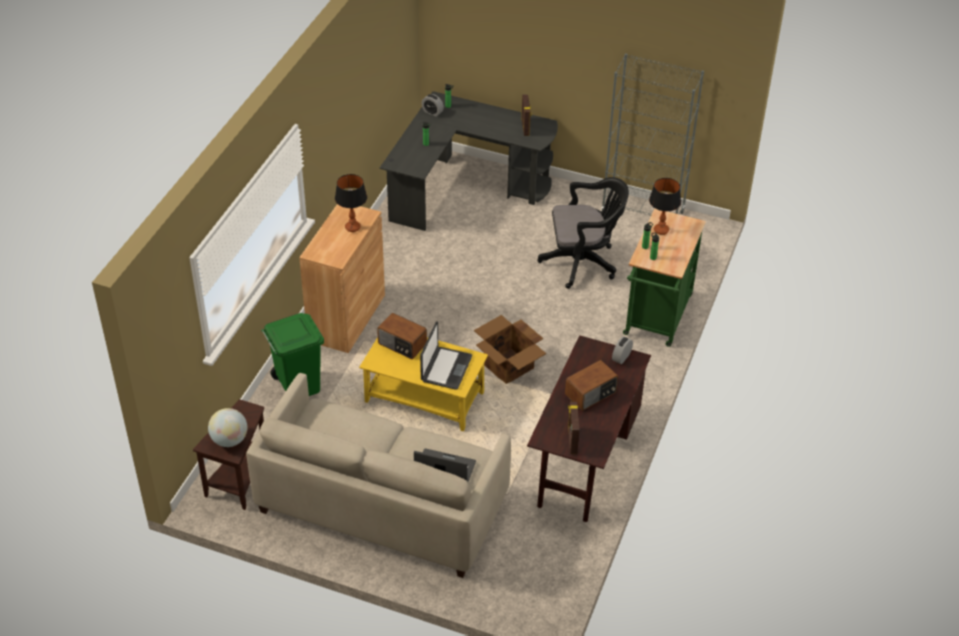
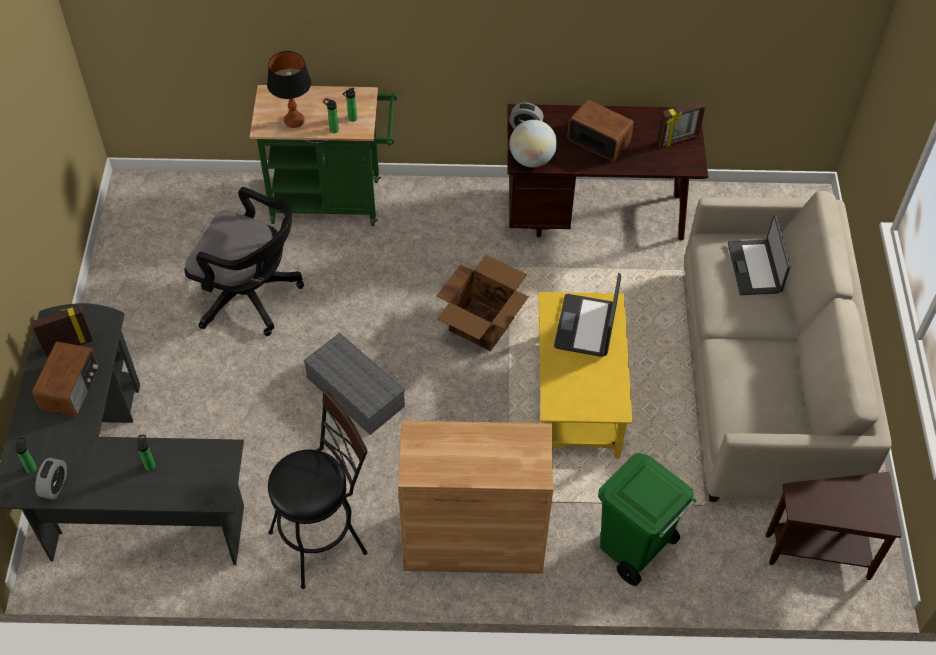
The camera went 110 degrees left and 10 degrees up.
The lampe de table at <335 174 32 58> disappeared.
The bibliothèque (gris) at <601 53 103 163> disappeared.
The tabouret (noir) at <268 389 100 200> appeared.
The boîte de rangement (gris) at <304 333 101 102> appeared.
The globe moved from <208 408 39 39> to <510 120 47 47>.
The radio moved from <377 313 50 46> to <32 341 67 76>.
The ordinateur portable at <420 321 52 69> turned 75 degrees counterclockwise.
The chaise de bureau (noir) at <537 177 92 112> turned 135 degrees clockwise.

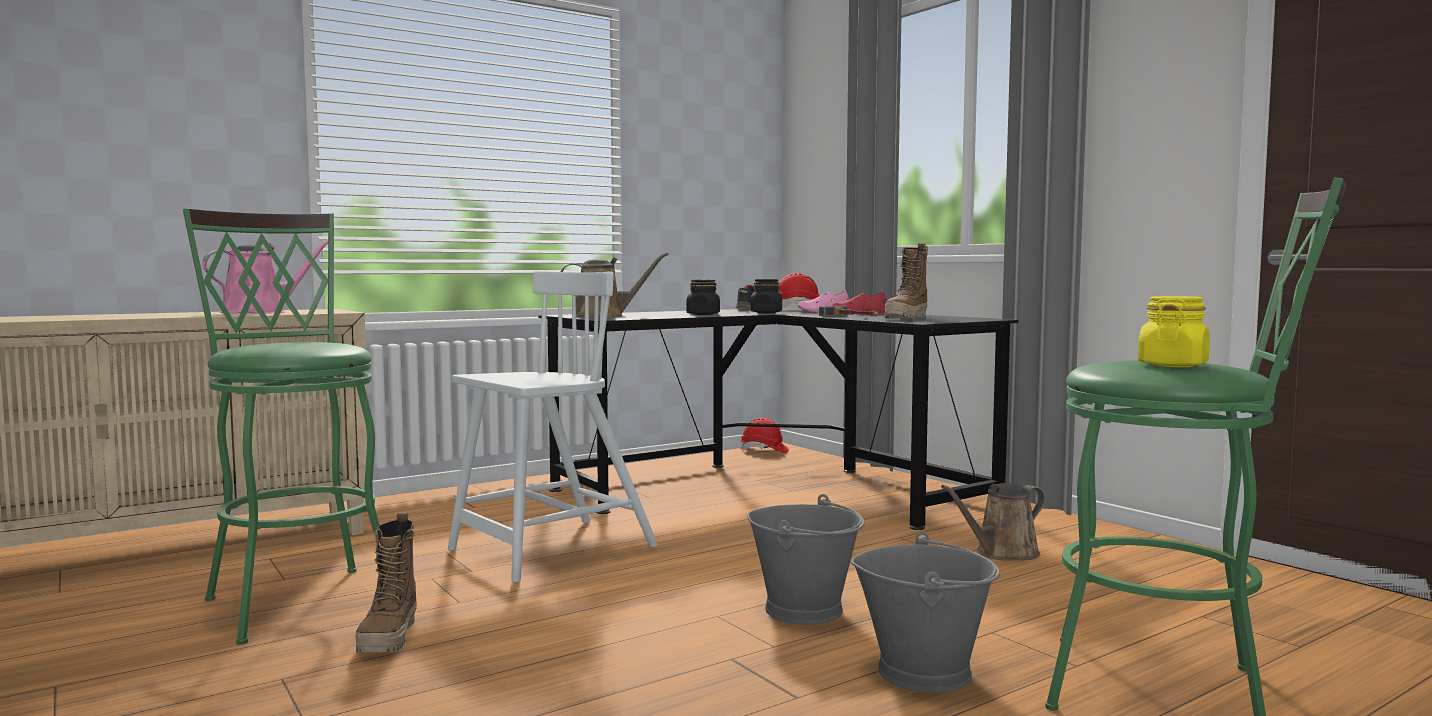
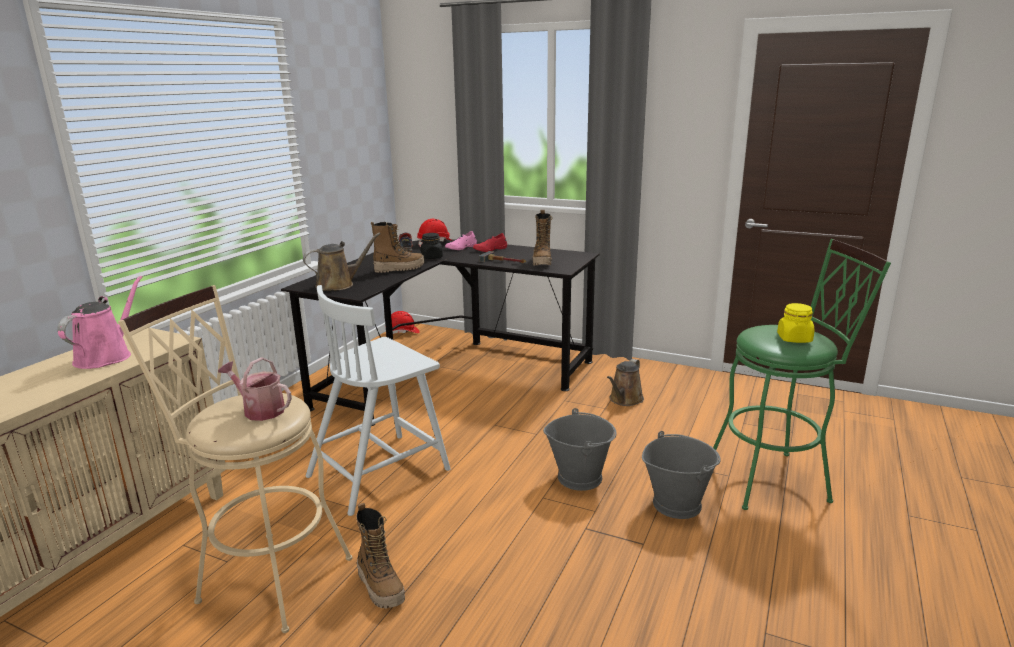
The camera went 30 degrees left and 15 degrees up.
The arrosoir at <218 357 74 64> appeared.
The bocal (noir) at <686 280 34 35> was replaced by the botte at <371 222 53 51>.
The tabouret (vert) at <183 208 197 437> became the tabouret (beige) at <118 285 234 348>.
The chaise (blanc) at <448 271 210 312> turned 150 degrees counterclockwise.

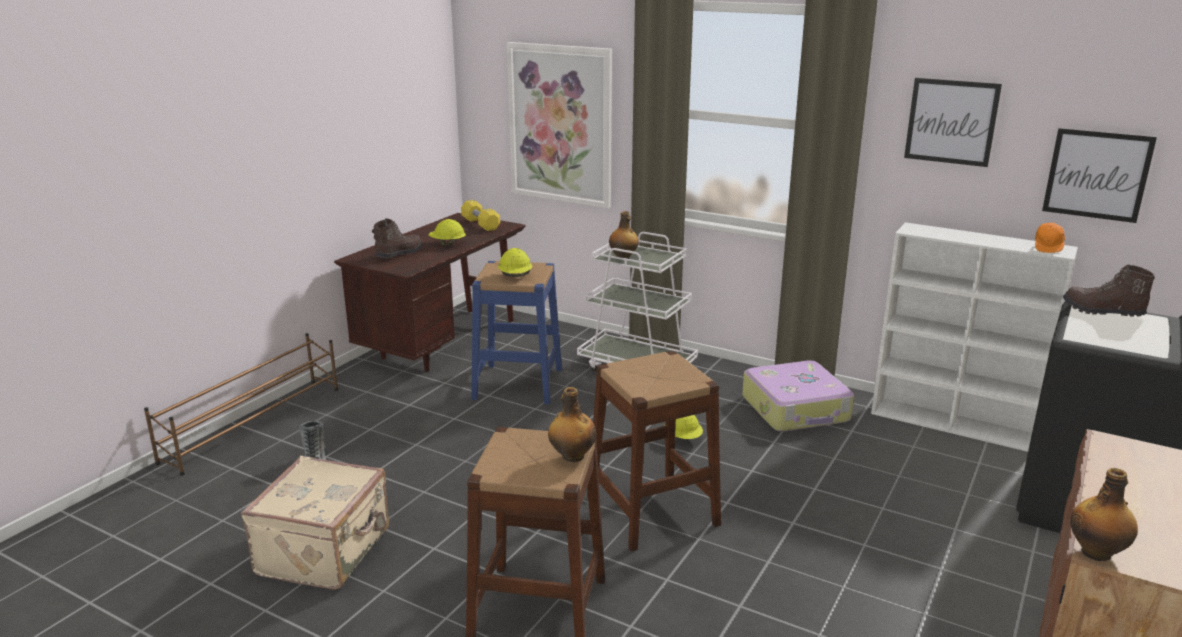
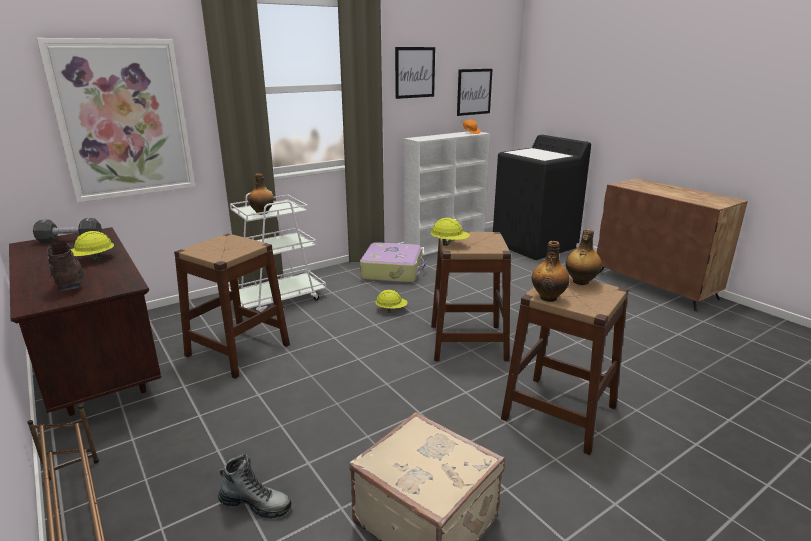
The camera went 65 degrees left and 0 degrees up.
The botte (marron) at <1063 264 92 53> disappeared.
The casque de chantier (jaune) moved from <498 248 34 29> to <430 218 40 28>.
The bouteille moved from <1070 468 68 93> to <532 241 38 61>.
The haltère (jaune) at <461 200 39 31> became the haltère (noir) at <33 218 69 25>.
The tabouret (bleu) at <471 261 91 143> became the tabouret (marron) at <174 233 116 146>.

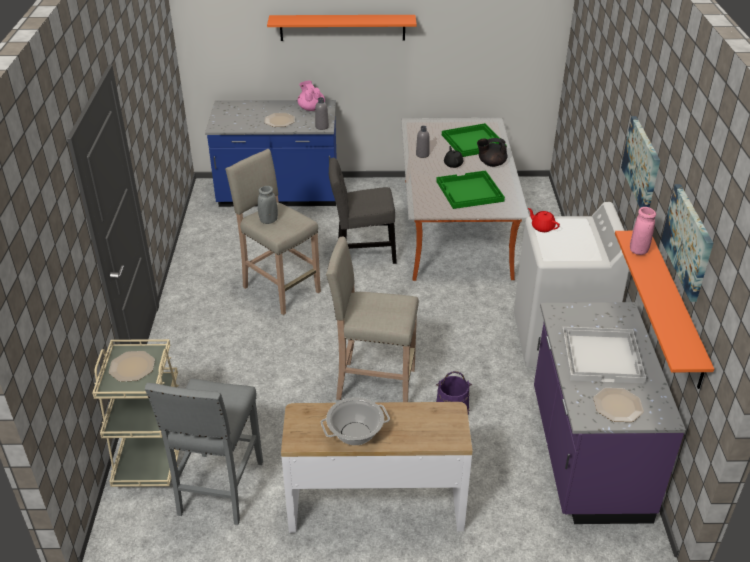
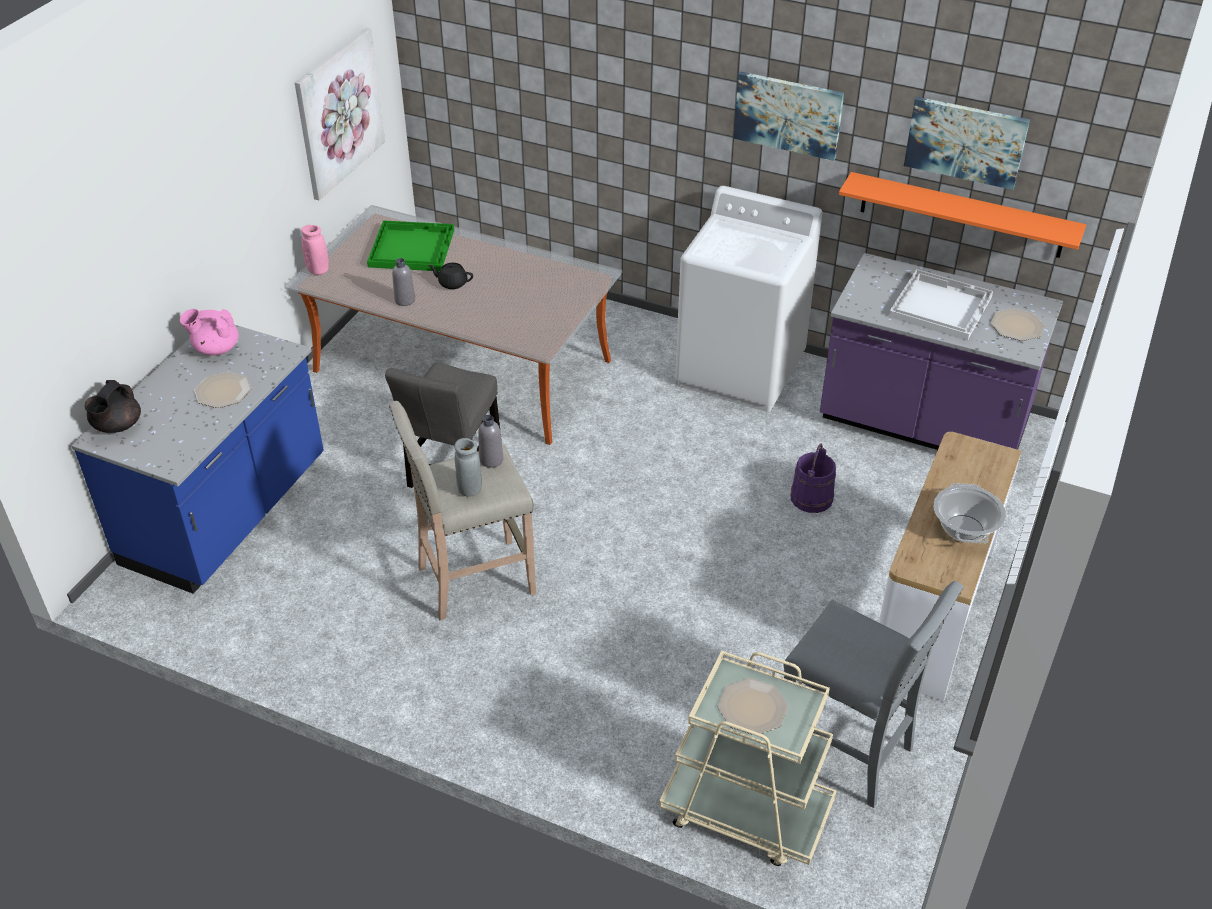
The camera went 65 degrees left and 5 degrees up.
The étagère (orange) at <267 15 150 26> disappeared.
The tabouret (beige) at <326 236 93 166> disappeared.
The plateau (vert) at <436 170 69 39> disappeared.
The théière (rouge) at <528 208 32 24> disappeared.
The tableau at <295 28 90 172> appeared.
The bouteille (gris) moved from <315 97 14 33> to <478 415 25 53>.
The théière (noir) moved from <477 138 30 29> to <85 380 56 53>.
The vase (rose) moved from <630 207 26 48> to <301 225 28 50>.

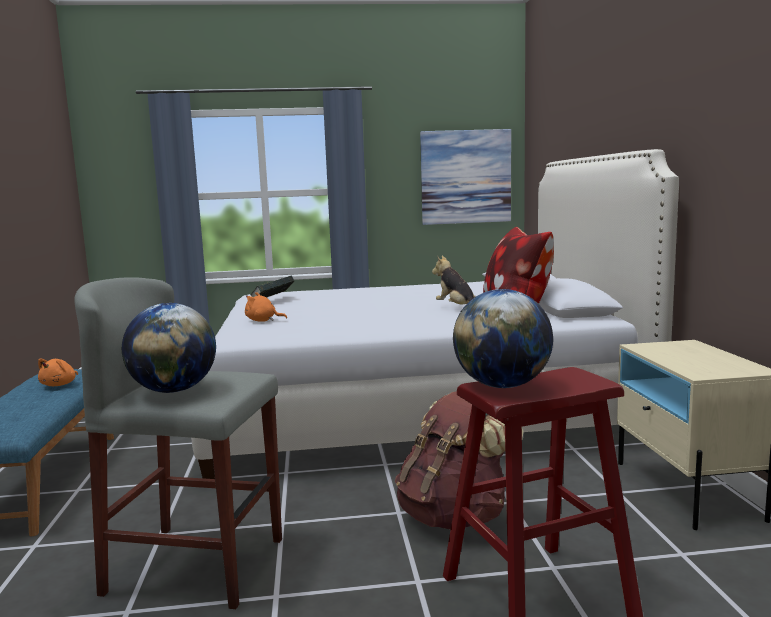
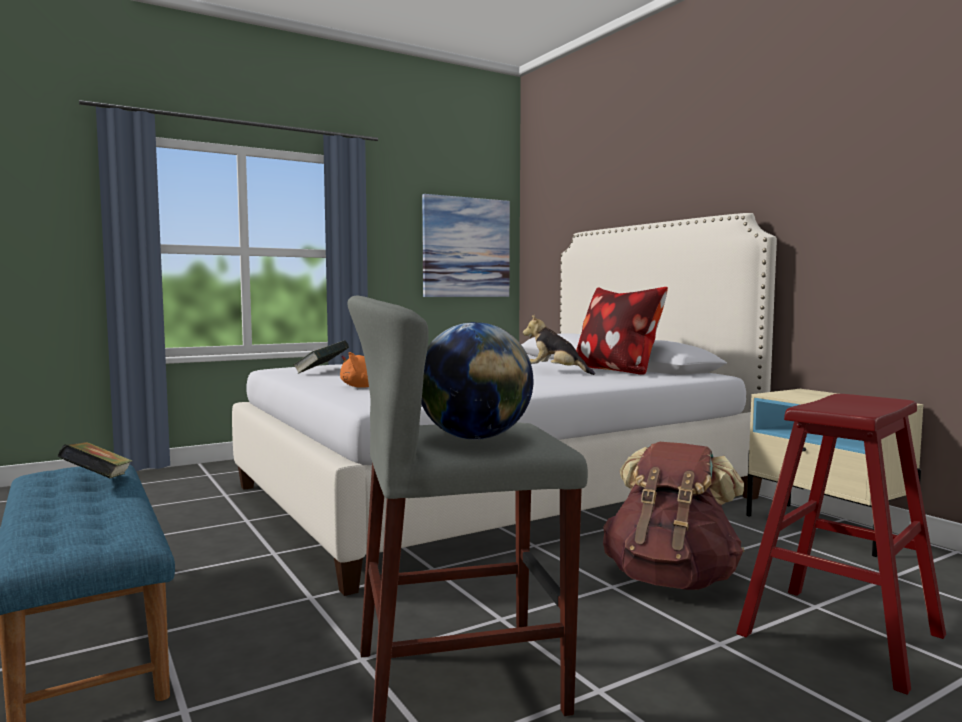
The camera went 25 degrees left and 5 degrees down.
The globe at <453 289 100 99> disappeared.
The peluche (orange) at <38 358 40 28> was replaced by the livre at <58 442 74 36>.

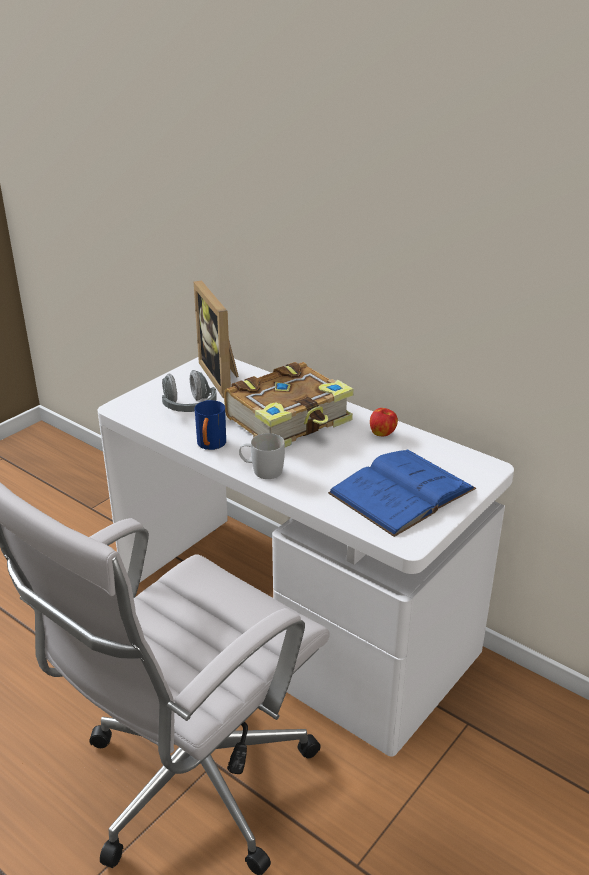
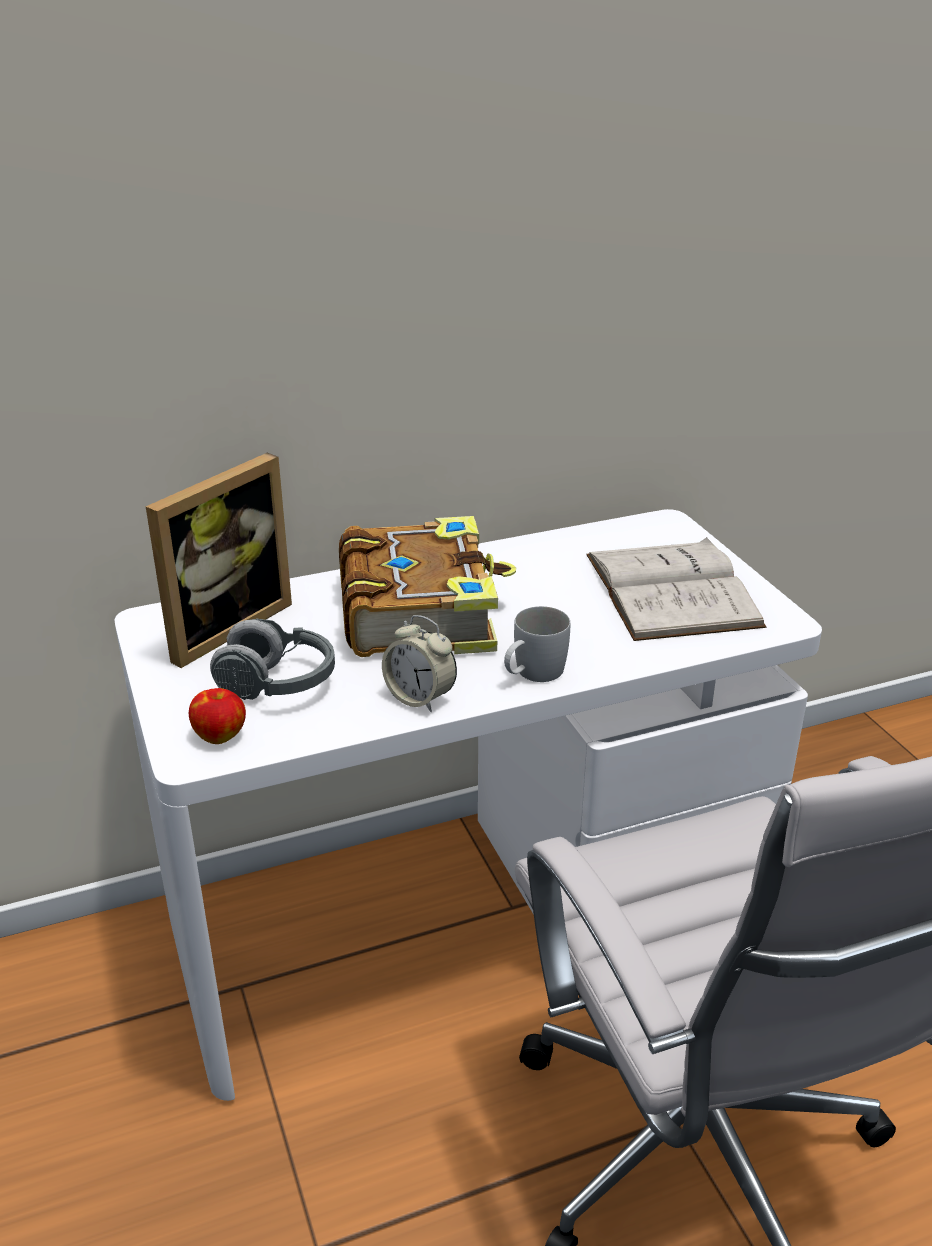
The camera went 60 degrees left and 0 degrees up.
The pomme moved from <370 408 28 28> to <189 688 57 56>.
The mug (bleu) at <195 400 31 50> was replaced by the réveil at <382 615 75 97>.
The livre (bleu) at <328 449 148 88> became the livre (blanc) at <586 537 180 104>.
The cadre photo at <194 280 45 118> turned 60 degrees counterclockwise.

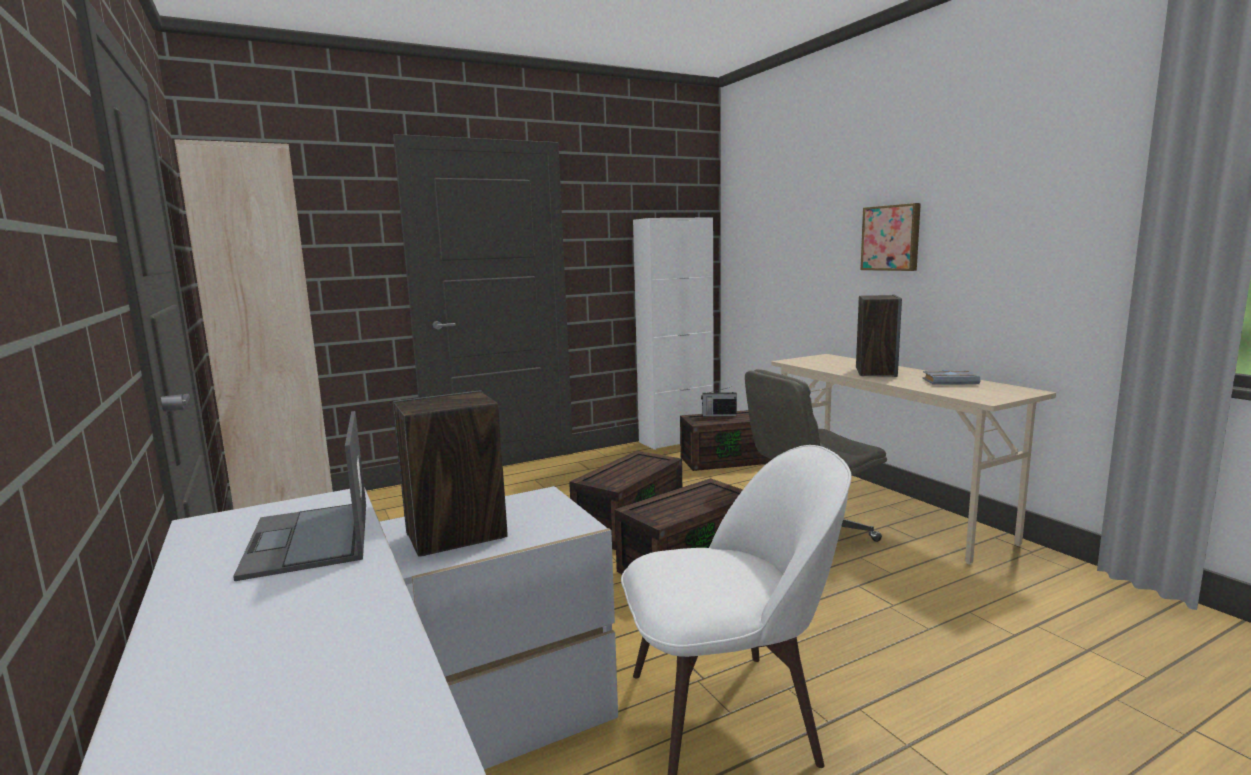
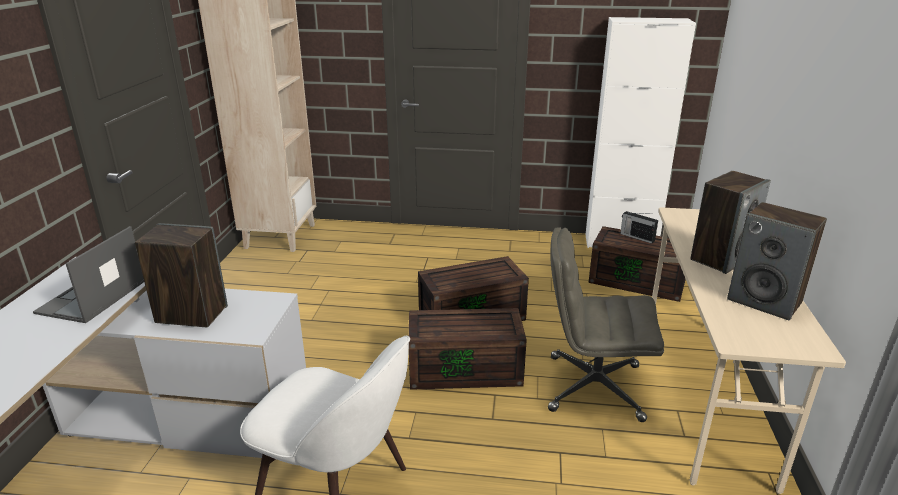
The camera went 35 degrees right and 15 degrees up.
The tableau at <860 203 61 68> disappeared.
The livre (gris) at <922 370 59 15> was replaced by the enceinte at <727 202 100 119>.

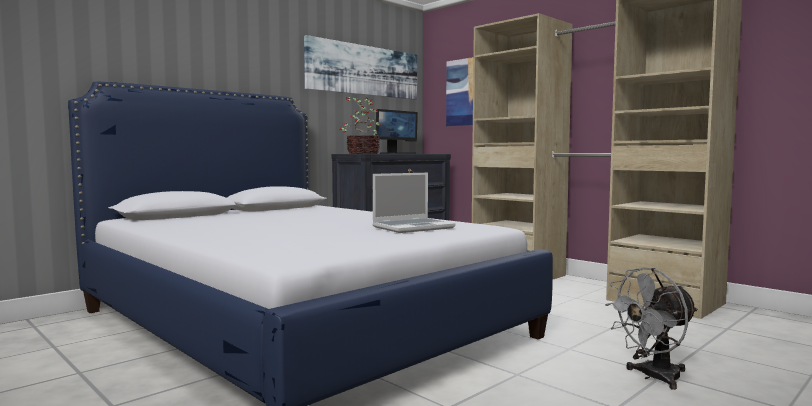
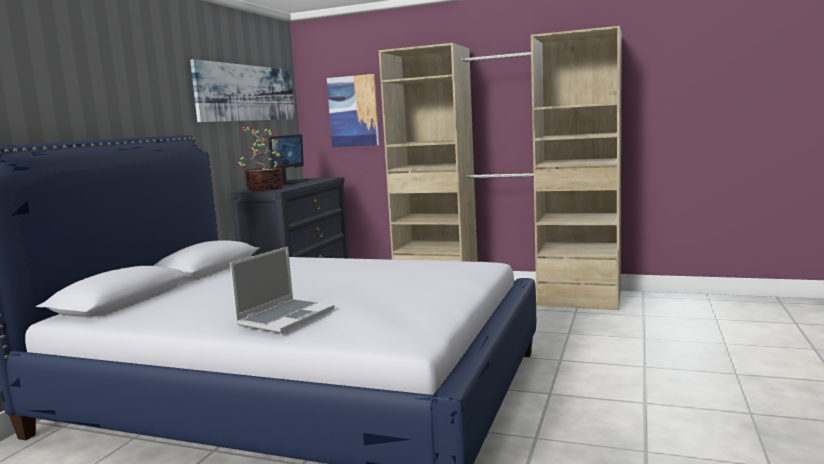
The camera went 25 degrees left and 5 degrees up.
The ventilateur (gris) at <605 267 93 123> disappeared.
The ordinateur portable moved from <372 173 83 60> to <230 246 105 87>.

